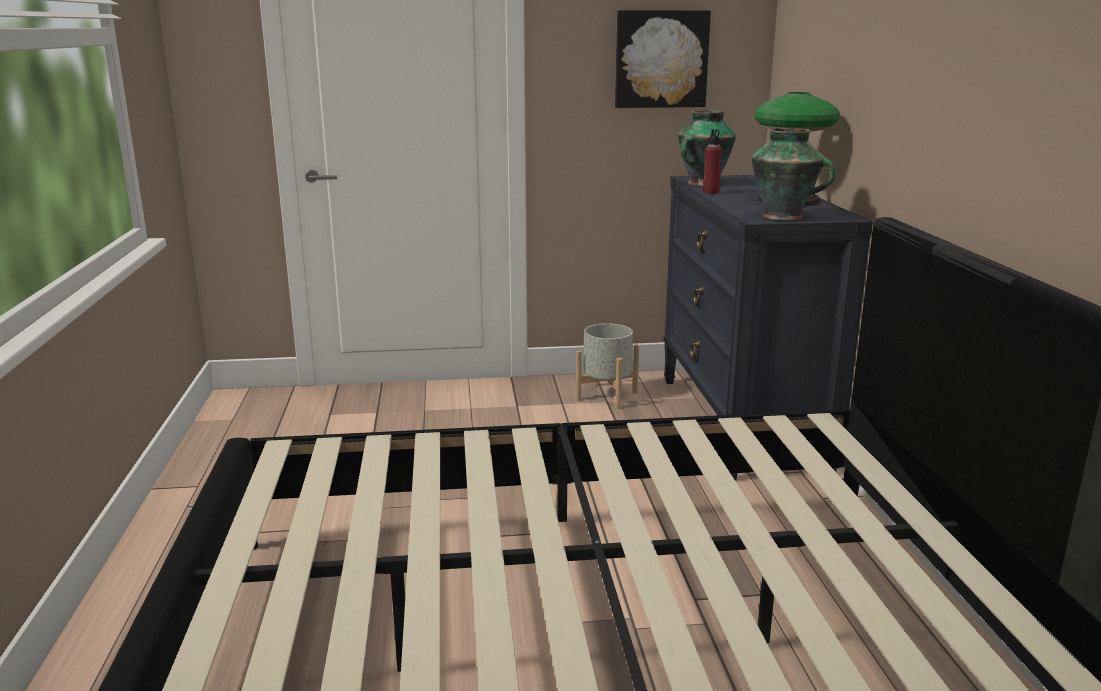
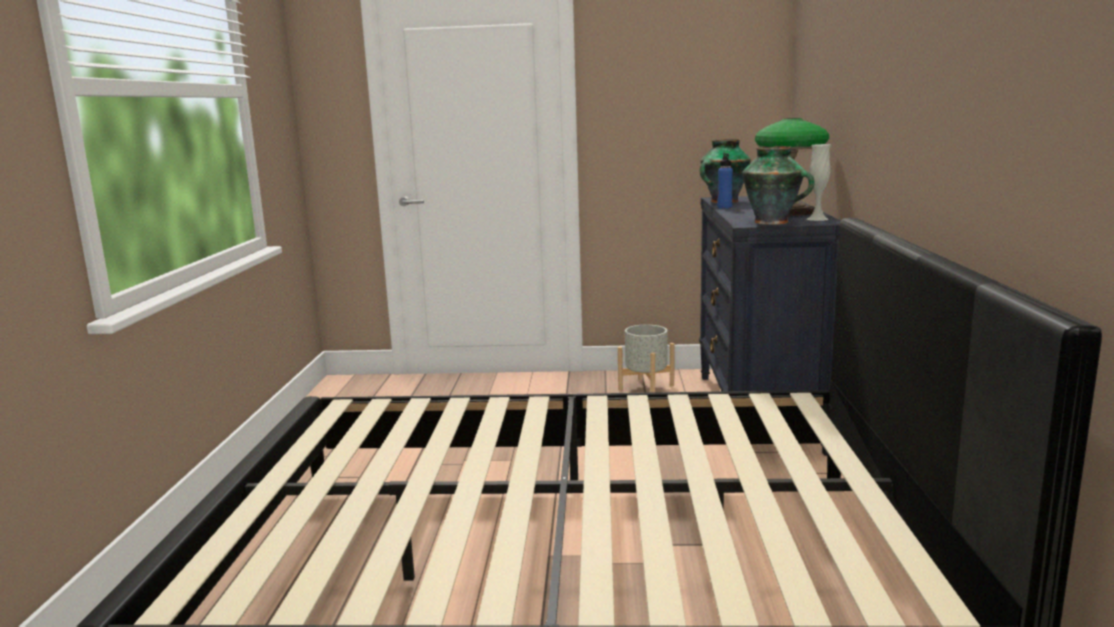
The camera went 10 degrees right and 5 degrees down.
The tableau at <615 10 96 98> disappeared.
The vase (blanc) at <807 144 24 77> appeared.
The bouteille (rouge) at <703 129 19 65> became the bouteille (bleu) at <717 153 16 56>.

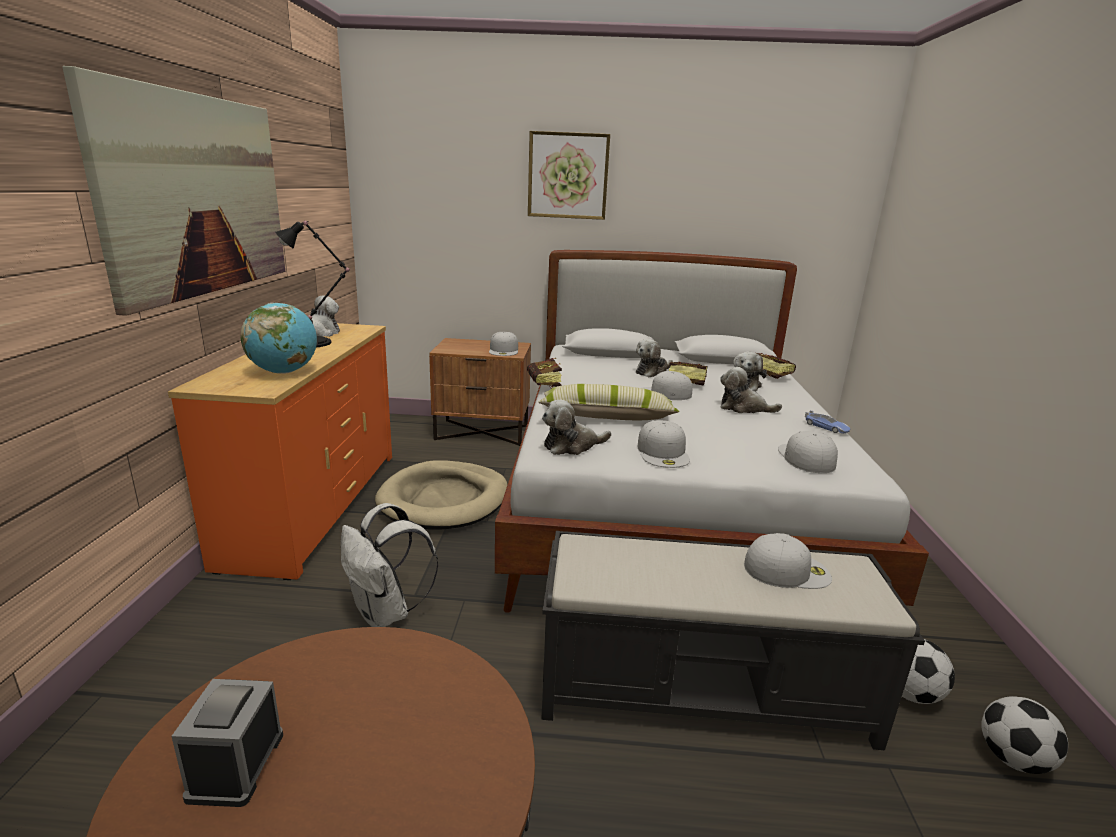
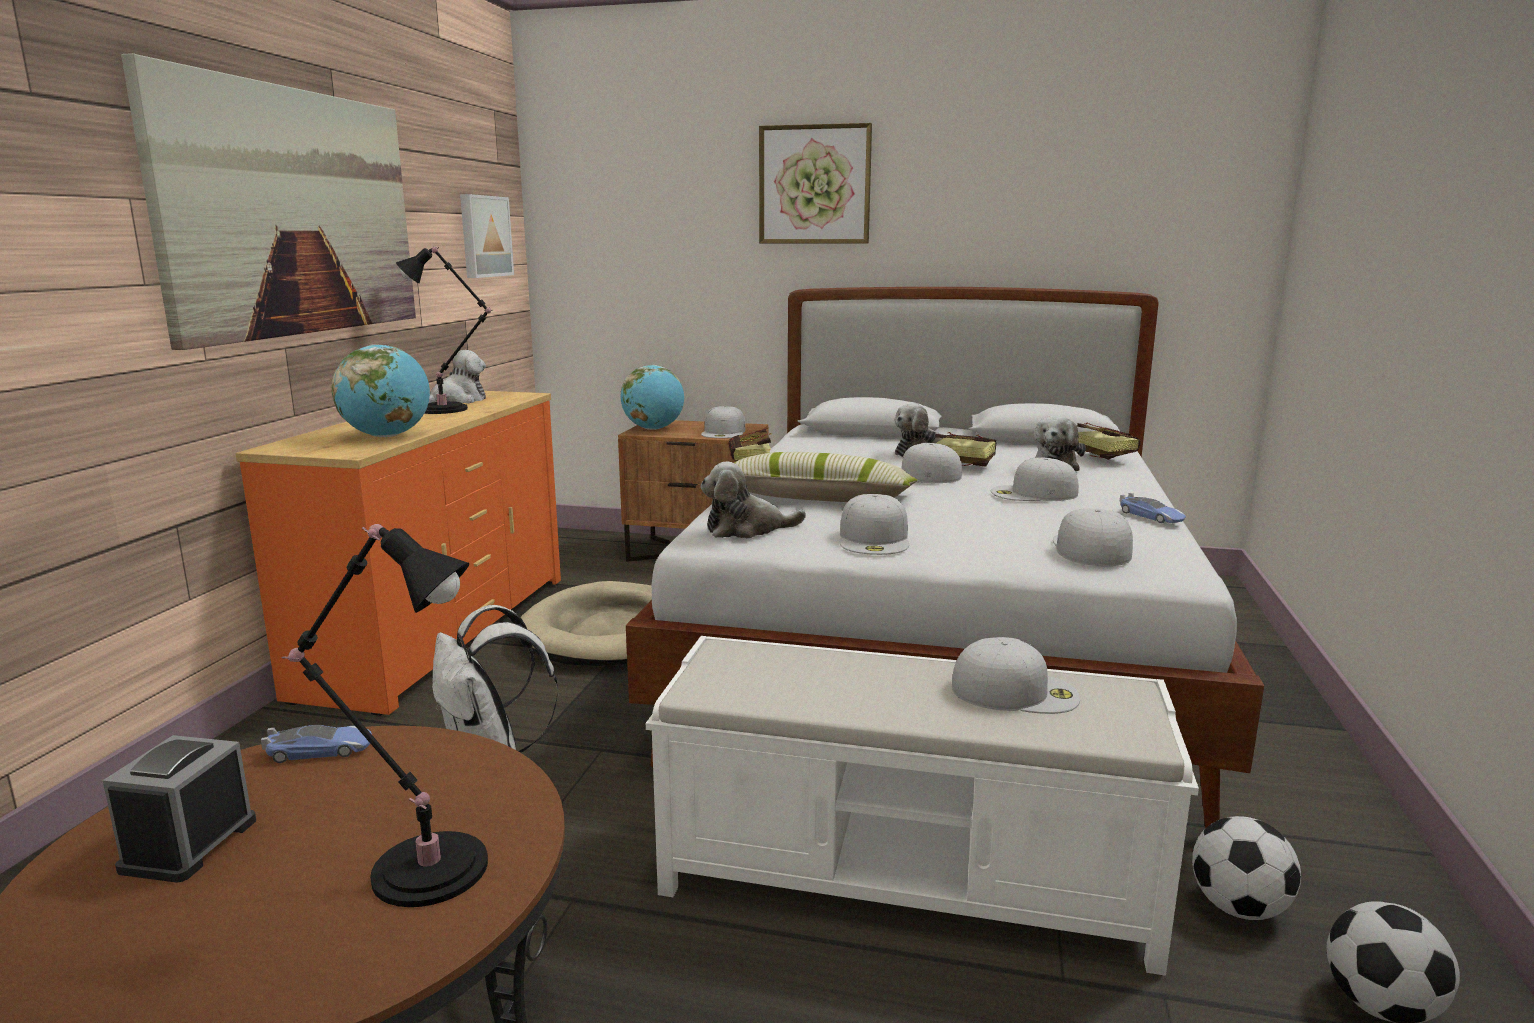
The camera went 10 degrees right and 5 degrees down.
The petite voiture at <261 725 111 38> appeared.
The lampe de table (noir) at <281 524 207 383> appeared.
The tableau at <460 194 54 84> appeared.
The globe at <621 365 63 65> appeared.
The peluche at <720 367 62 46> was replaced by the casquette (blanc) at <991 457 88 44>.
The banc (noir) at <541 531 384 219> became the banc (blanc) at <646 636 553 340>.

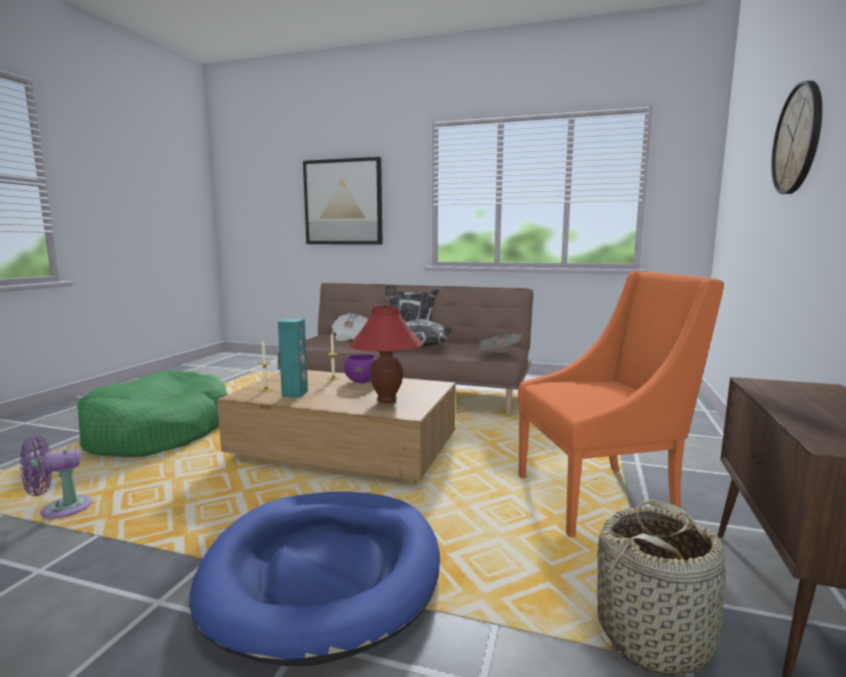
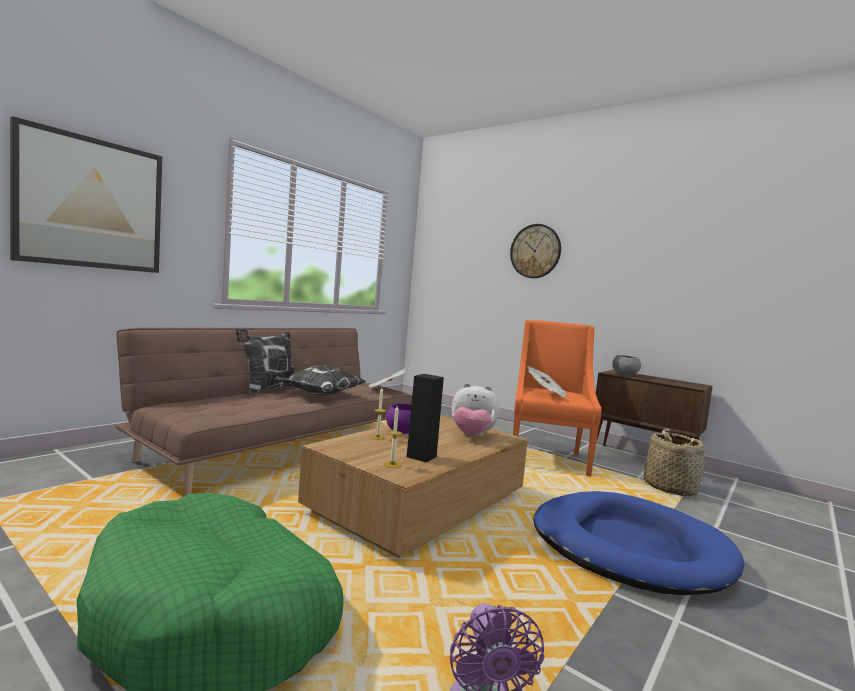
The camera went 70 degrees left and 5 degrees down.
The bol (gris) at <612 355 29 21> appeared.
The journal moved from <332 313 36 28> to <527 366 40 33>.
The lampe de table (rouge) at <349 304 74 100> was replaced by the peluche at <451 383 49 53>.
The enceinte (turquoise) at <278 319 30 79> became the enceinte (noir) at <407 374 37 89>.

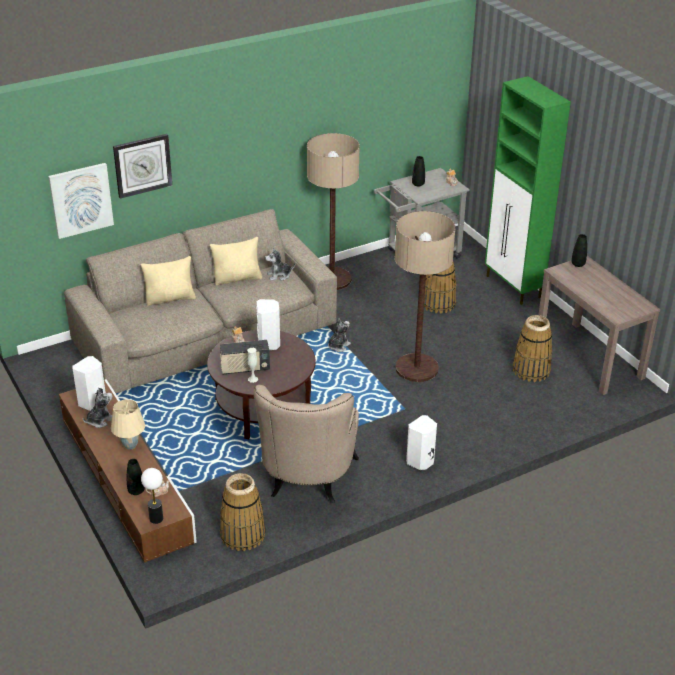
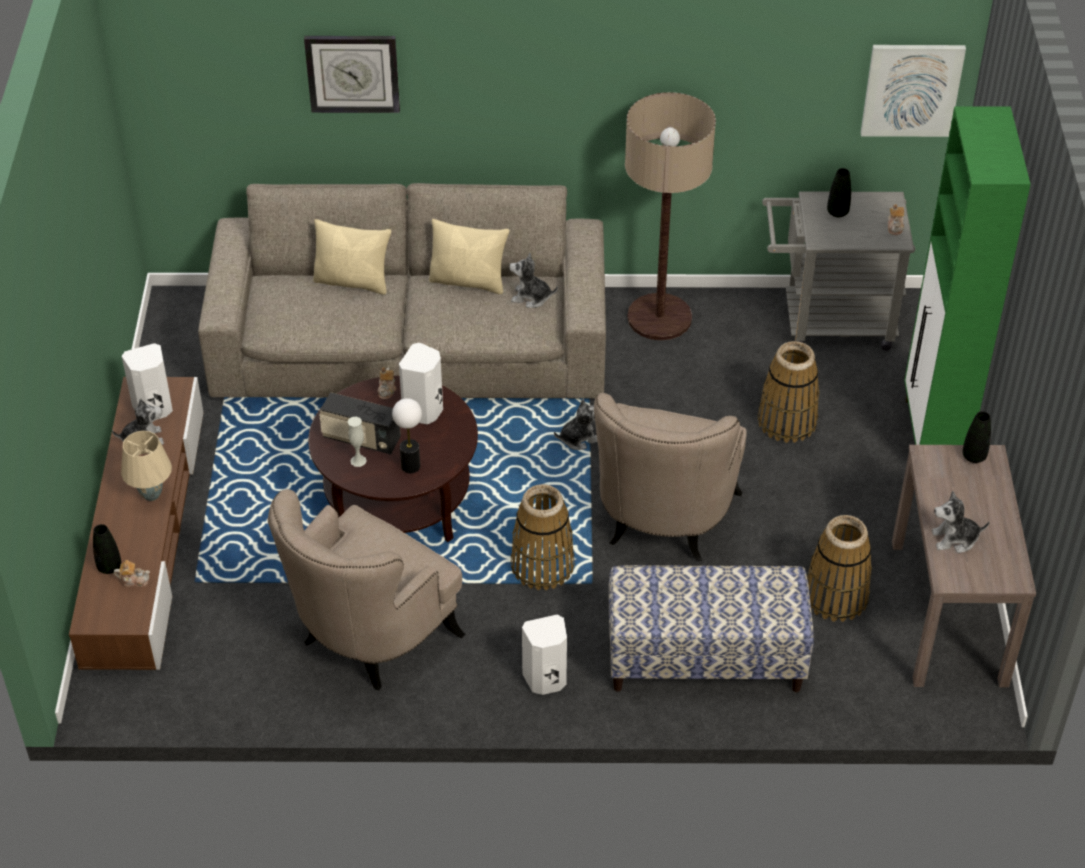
The camera went 30 degrees right and 10 degrees up.
The banc at <608 565 206 127> appeared.
The peluche at <932 490 58 63> appeared.
The tableau moved from <48 163 66 76> to <861 45 105 92>.
The lampe de table moved from <141 468 22 56> to <392 398 30 75>.
The panier moved from <220 473 45 78> to <511 484 64 106>.
The lampadaire at <395 211 61 171> was replaced by the fauteuil (beige) at <594 393 153 168>.

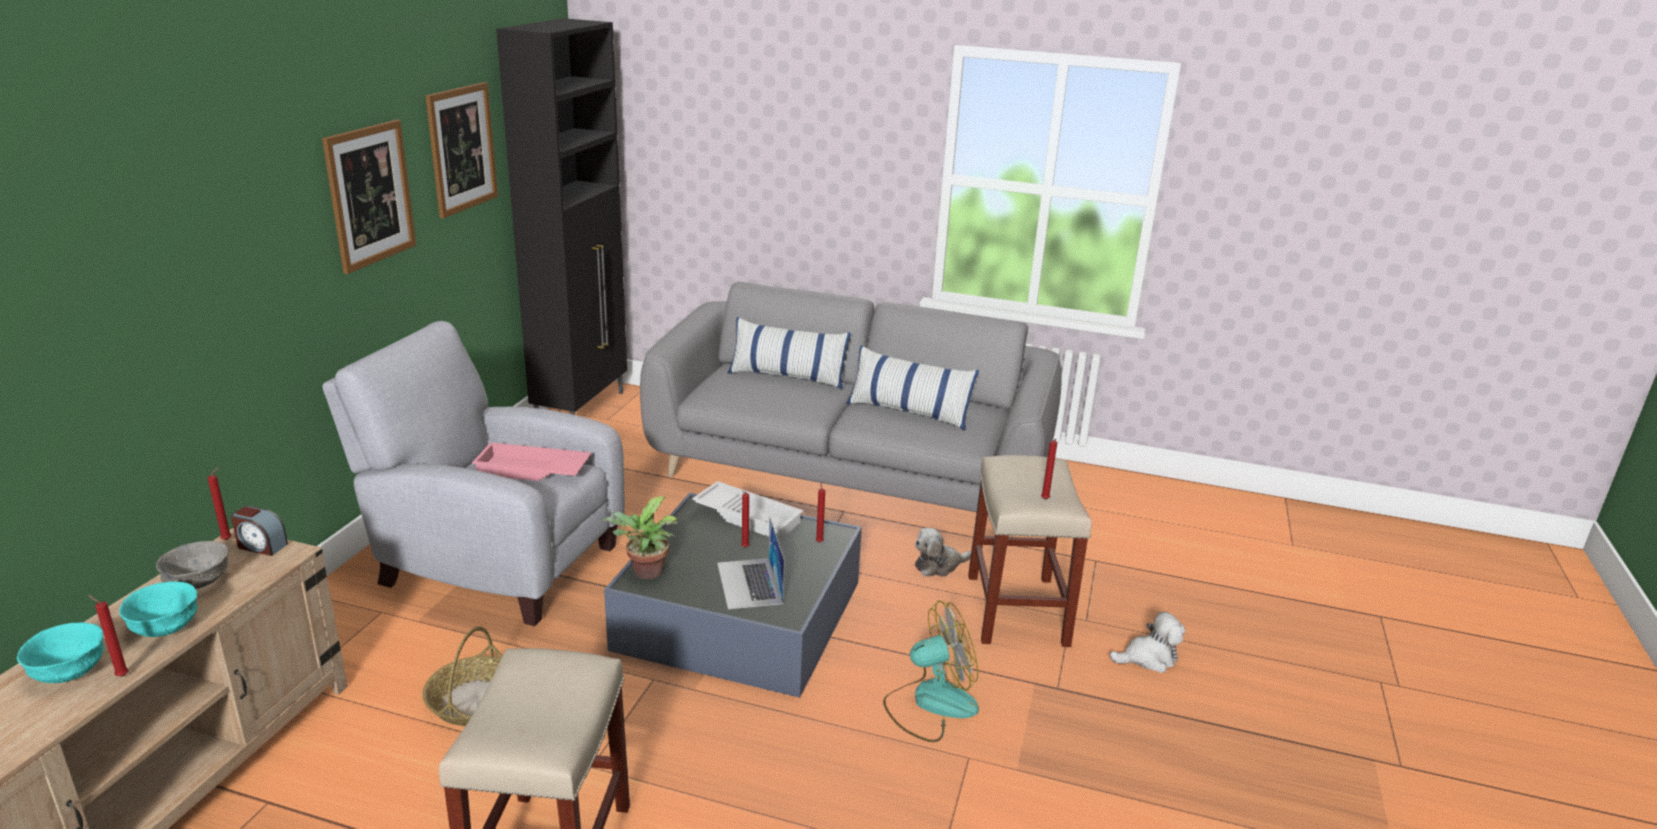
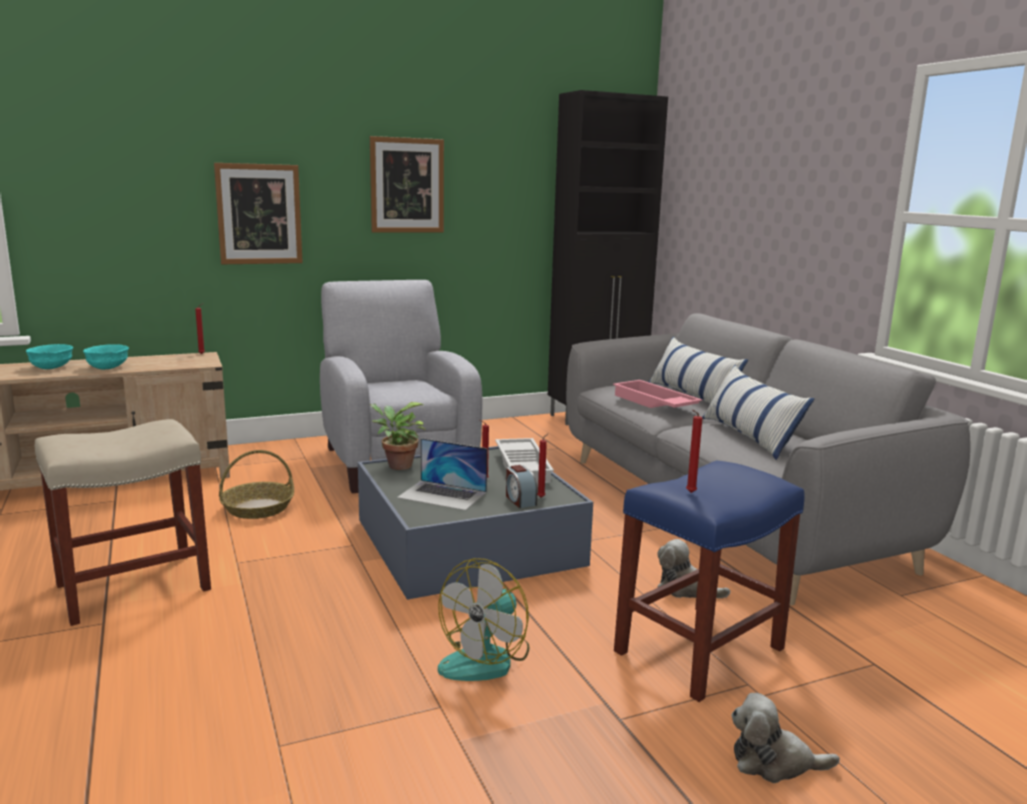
The camera went 50 degrees right and 10 degrees down.
The bougie (rouge) at <88 595 41 81> disappeared.
The bol (gris) at <156 541 73 48> disappeared.
The réveil moved from <231 506 57 50> to <506 465 31 43>.
The tableau moved from <426 82 72 136> to <214 163 89 101>.
The plateau (rose) moved from <472 442 120 39> to <613 380 89 28>.
The tabouret (beige) at <968 455 123 192> became the tabouret (bleu) at <614 461 191 241>.
The ordinateur portable at <717 518 68 91> turned 105 degrees counterclockwise.
The ventilateur at <883 600 96 142> turned 90 degrees clockwise.
The peluche at <1109 611 76 62> turned 150 degrees clockwise.

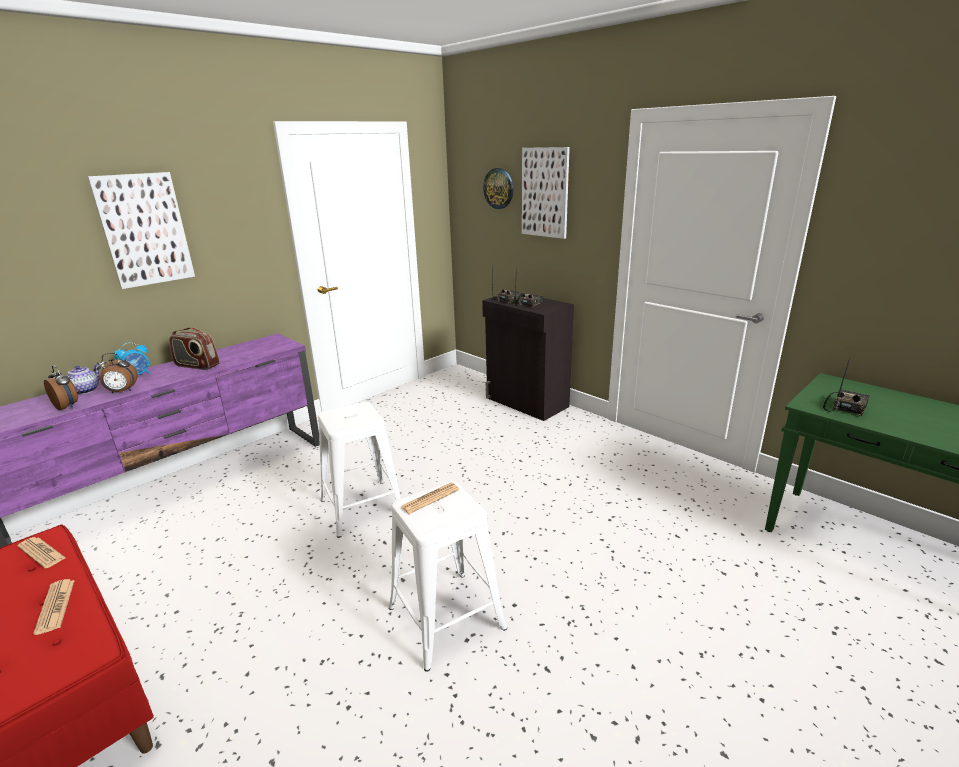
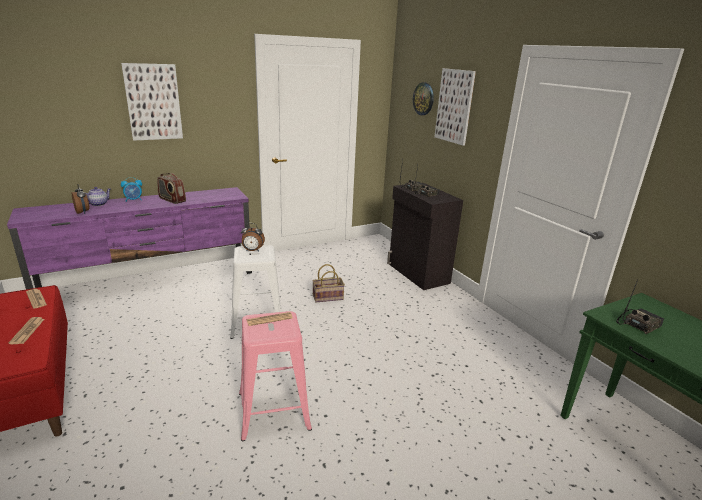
The camera went 15 degrees right and 0 degrees up.
The panier at <312 264 33 38> appeared.
The réveil moved from <97 353 41 40> to <241 223 24 29>.
The tabouret (blanc) at <389 481 118 191> became the tabouret (rose) at <239 311 73 130>.

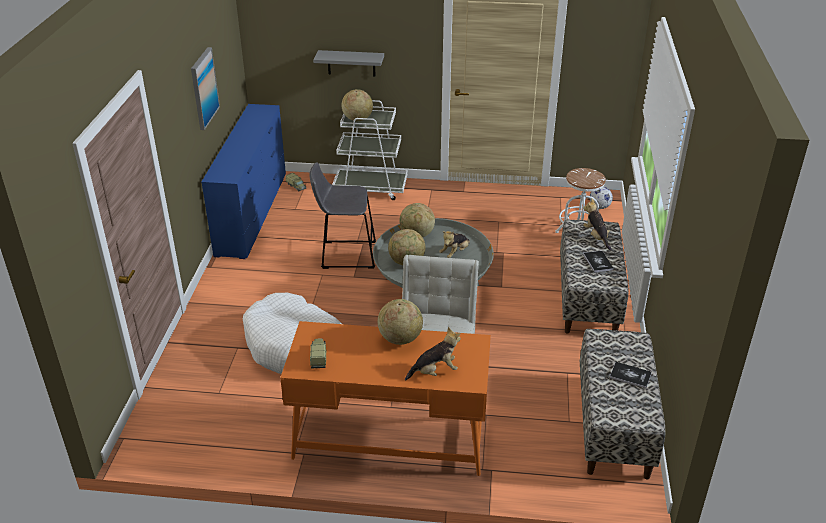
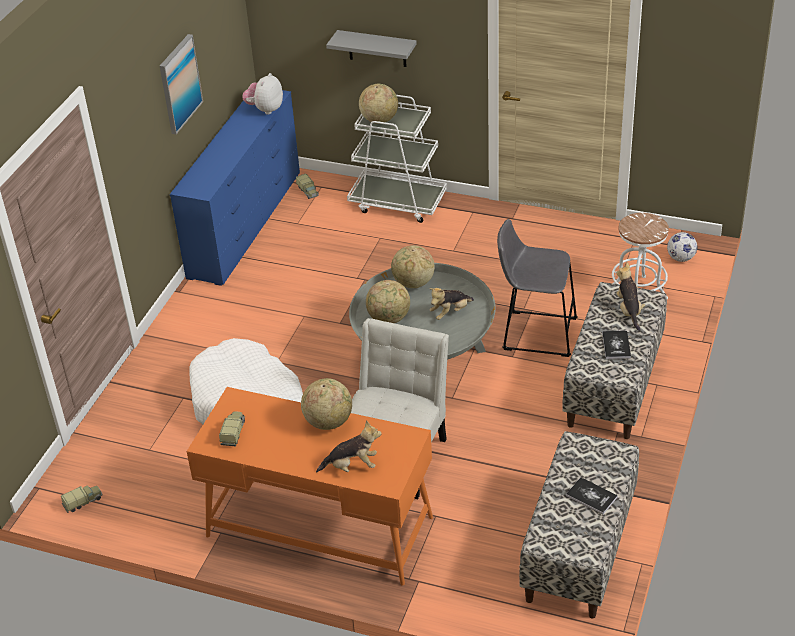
The camera went 15 degrees right and 5 degrees up.
The camion jouet at <61 485 41 28> appeared.
The peluche at <242 73 41 42> appeared.
The tabouret (gris) moved from <309 163 67 106> to <497 219 81 138>.

